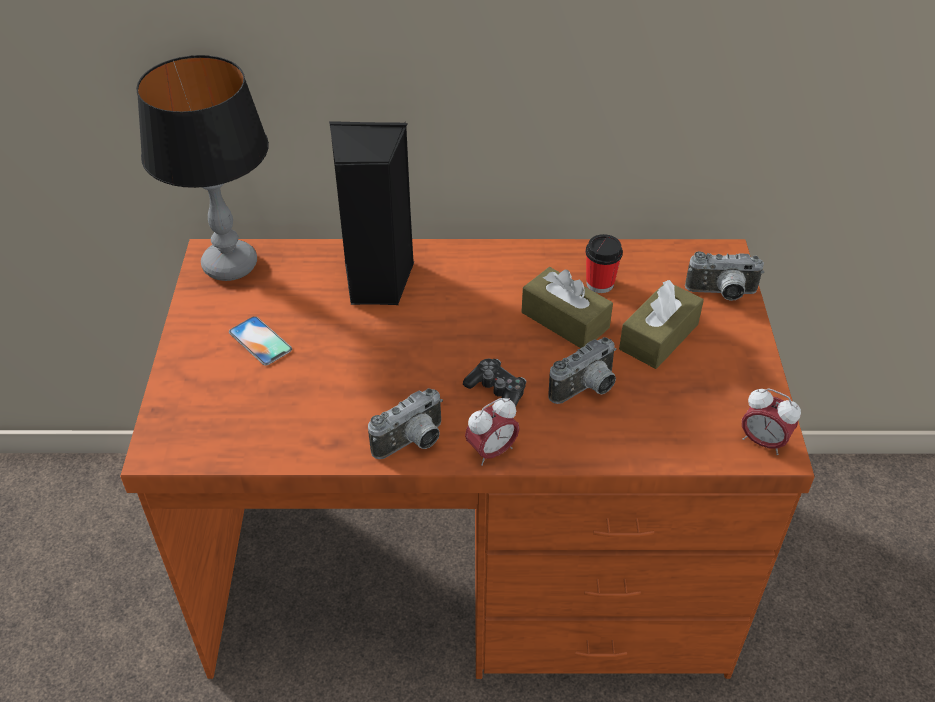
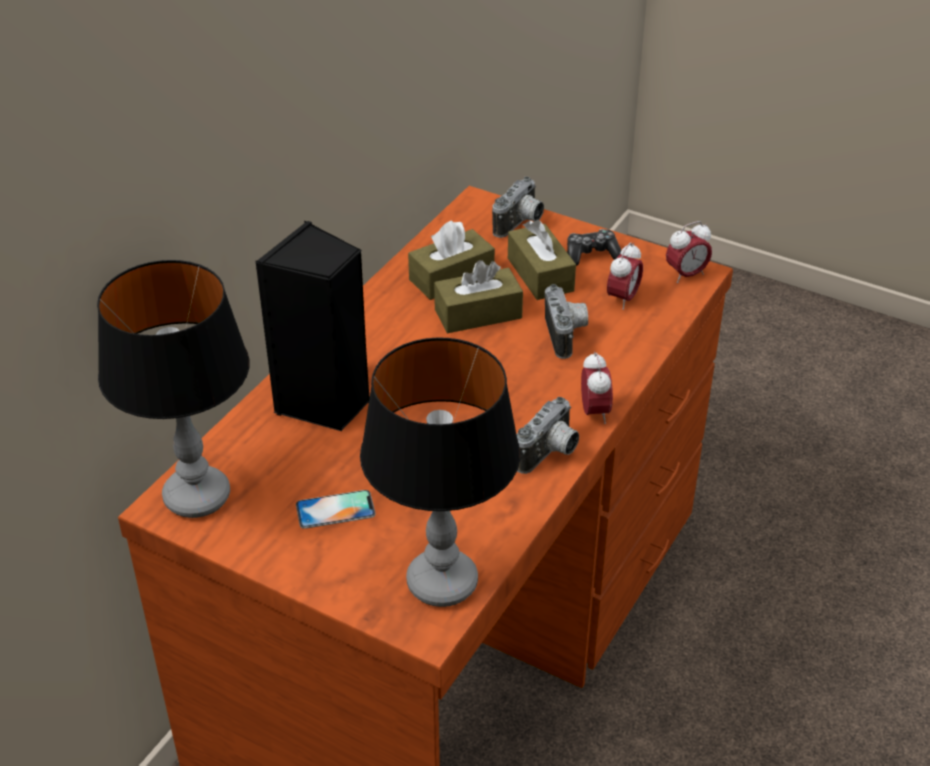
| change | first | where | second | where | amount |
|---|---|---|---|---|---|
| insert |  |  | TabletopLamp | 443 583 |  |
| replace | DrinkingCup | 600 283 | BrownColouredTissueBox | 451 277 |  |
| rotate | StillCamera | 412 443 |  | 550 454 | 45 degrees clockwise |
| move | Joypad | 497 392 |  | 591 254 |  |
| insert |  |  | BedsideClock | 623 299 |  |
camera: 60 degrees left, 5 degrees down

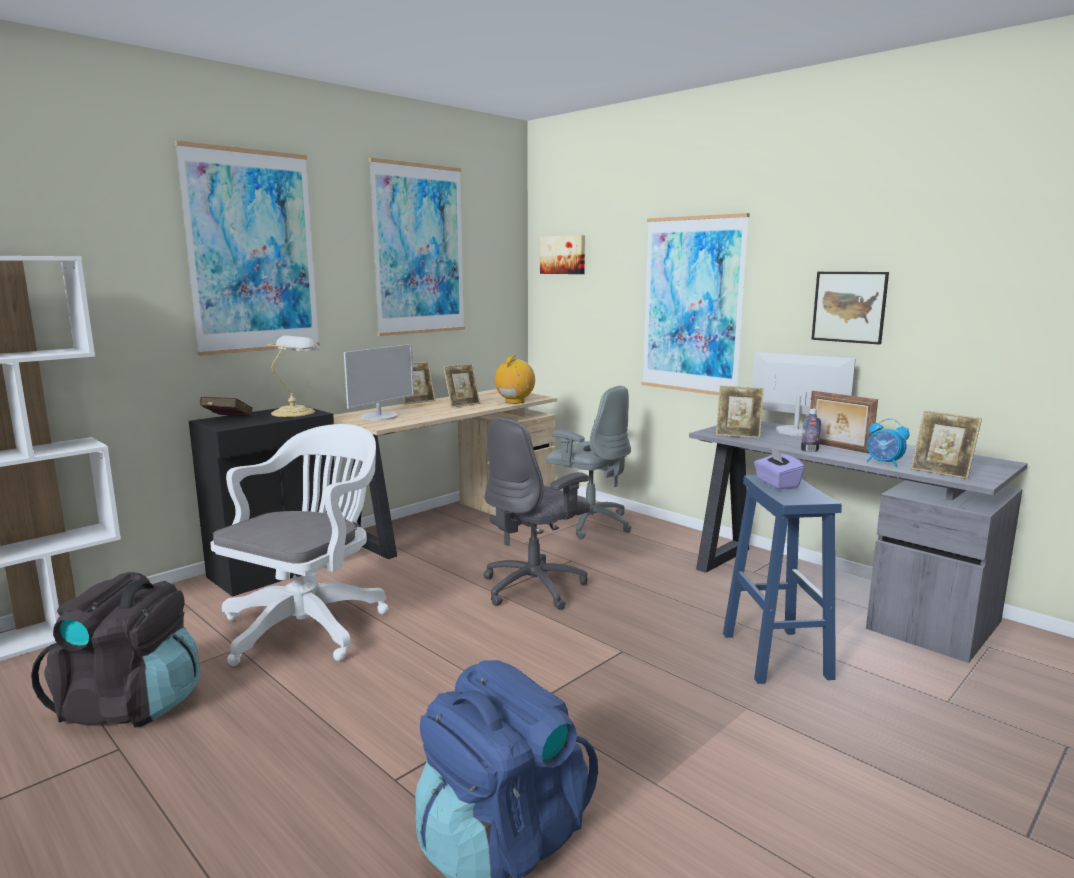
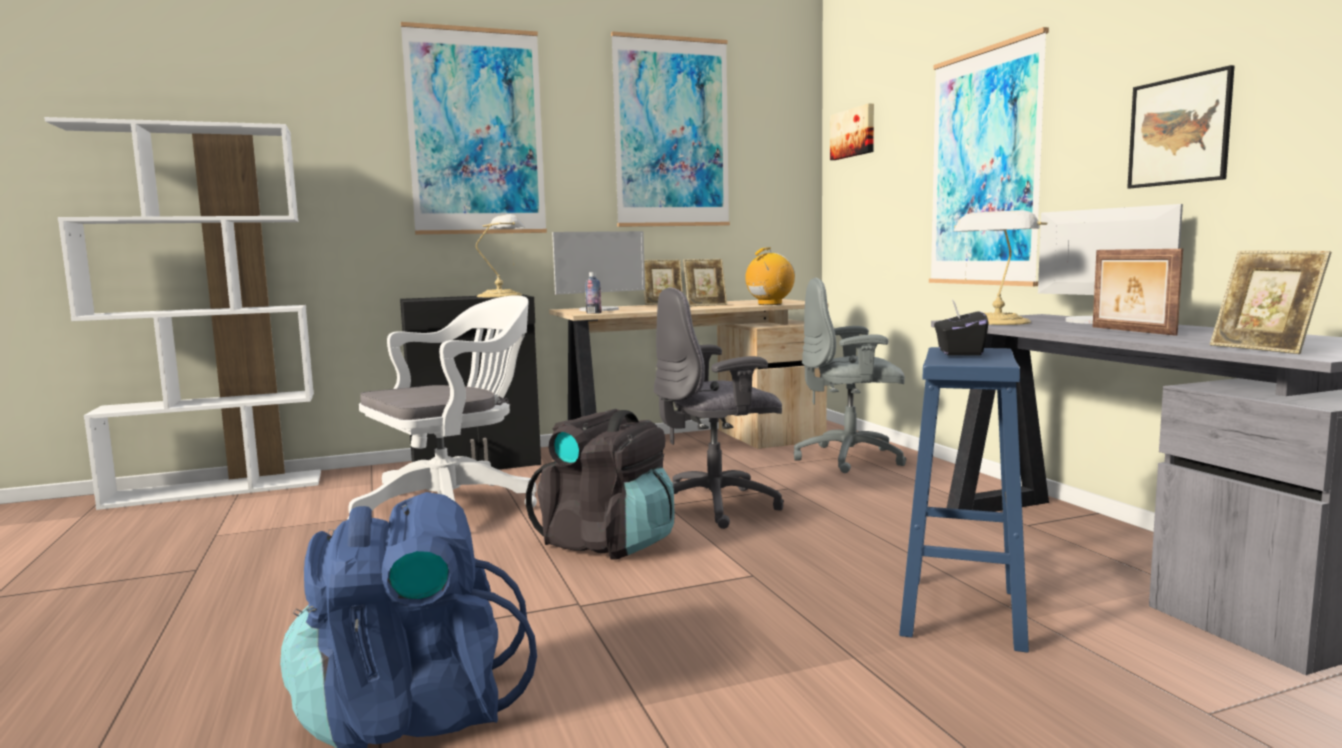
| change | first | where | second | where | amount |
|---|---|---|---|---|---|
| move | BlackishBackpack | 131 705 |  | 608 543 |  |
| move | BeverageBottle | 809 450 |  | 593 313 |  |
| rotate | GrayDeskChair | 589 523 |  | 851 459 | 120 degrees clockwise |
| recolor | PurplishTissueBox | 776 484 | BlackishTissueBox | 958 353 |  |
| replace | StandingFrame | 738 435 | TabletopLamp | 997 322 |  |
| delete | ReddishVolume | 226 421 |  |  |  |
| delete | BedsideClock | 884 463 |  |  |  |
camera: 25 degrees right, 5 degrees down

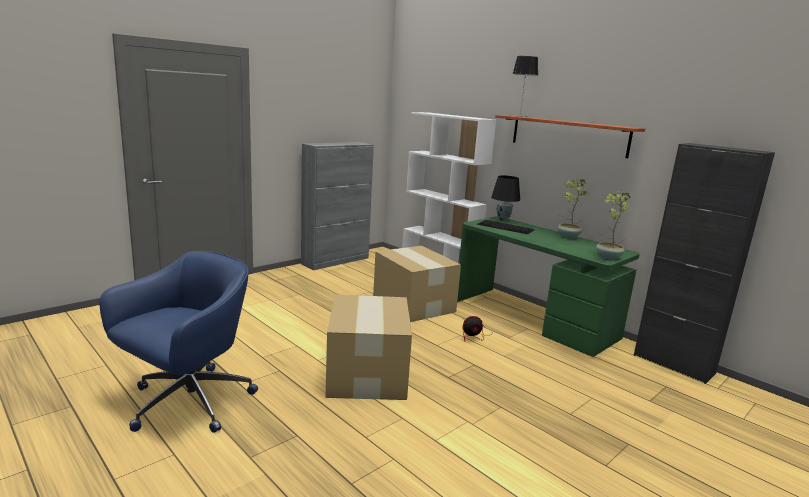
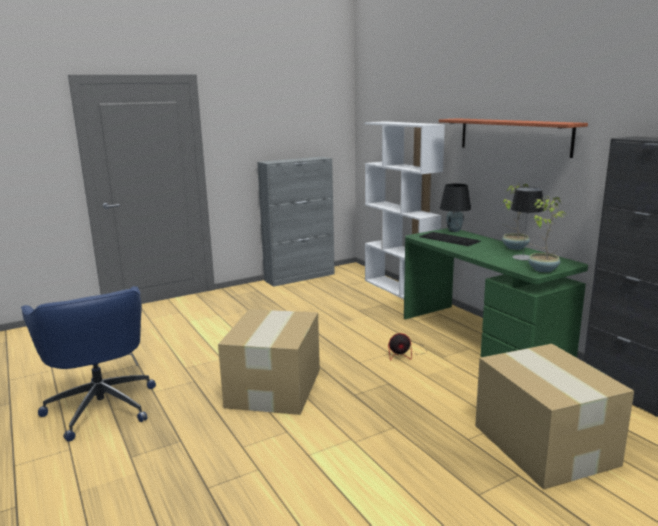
| change | first | where | second | where | amount |
|---|---|---|---|---|---|
| rotate | BlueDeskChair | 188 403 |  | 101 406 | 105 degrees clockwise |
| move | PackingBox | 413 304 |  | 543 443 |  |
| move | TabletopLamp | 520 116 |  | 523 257 |  |
camera: 15 degrees right, 0 degrees up

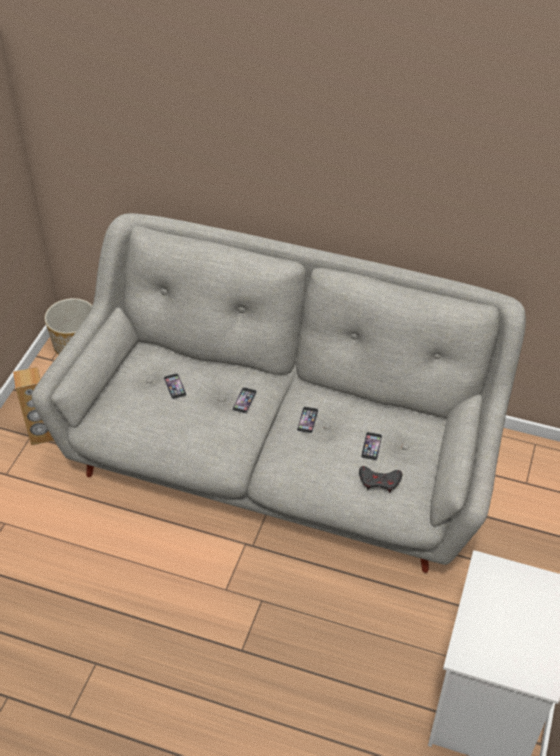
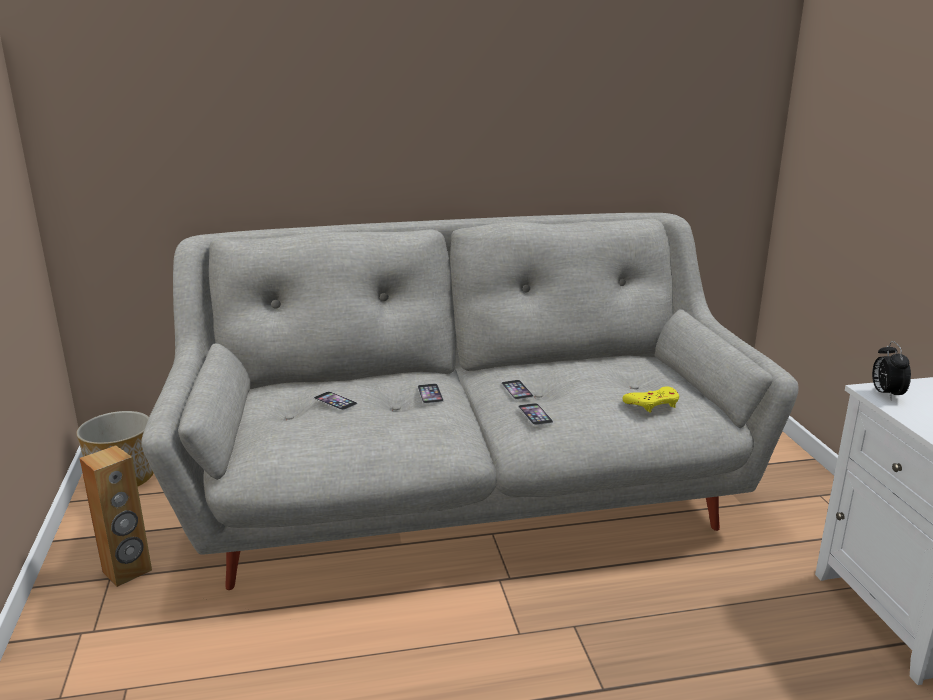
| change | first | where | second | where | amount |
|---|---|---|---|---|---|
| move | Telephone | 371 446 |  | 535 414 |  |
| recolor | GrayJoypad | 379 481 | YellowColouredJoypad | 653 403 |  |
| insert |  |  | BedsideClock | 886 394 |  |
camera: 30 degrees left, 25 degrees down

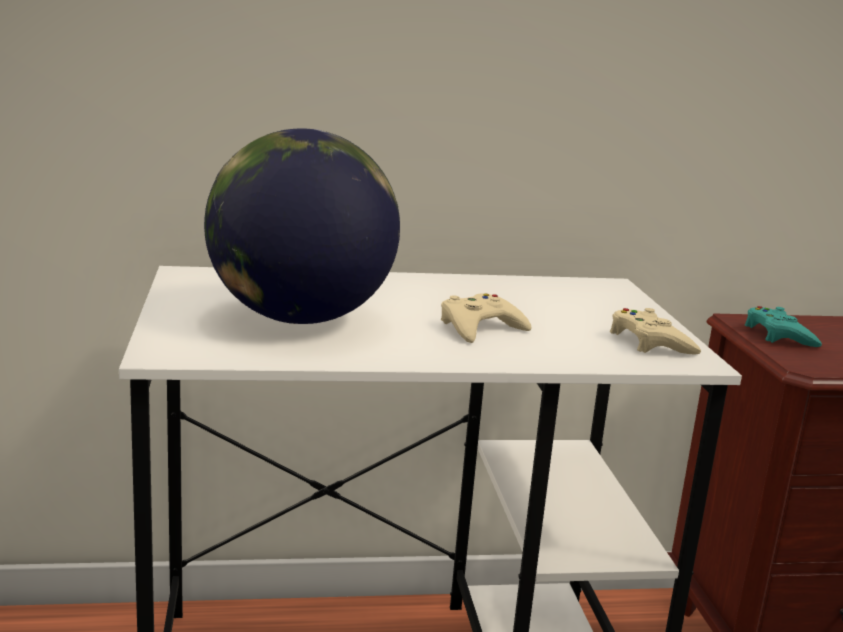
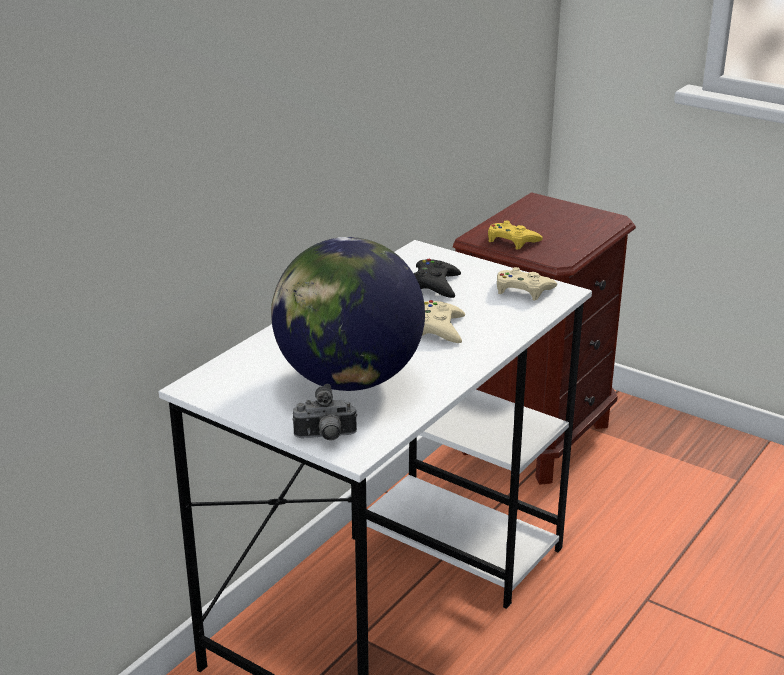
| change | first | where | second | where | amount |
|---|---|---|---|---|---|
| insert |  |  | StillCamera | 325 437 |  |
| insert |  |  | BlackishJoypad | 436 284 |  |
| recolor | TurquoiseJoypad | 778 335 | YellowColouredJoypad | 512 241 |  |
camera: 45 degrees left, 10 degrees up

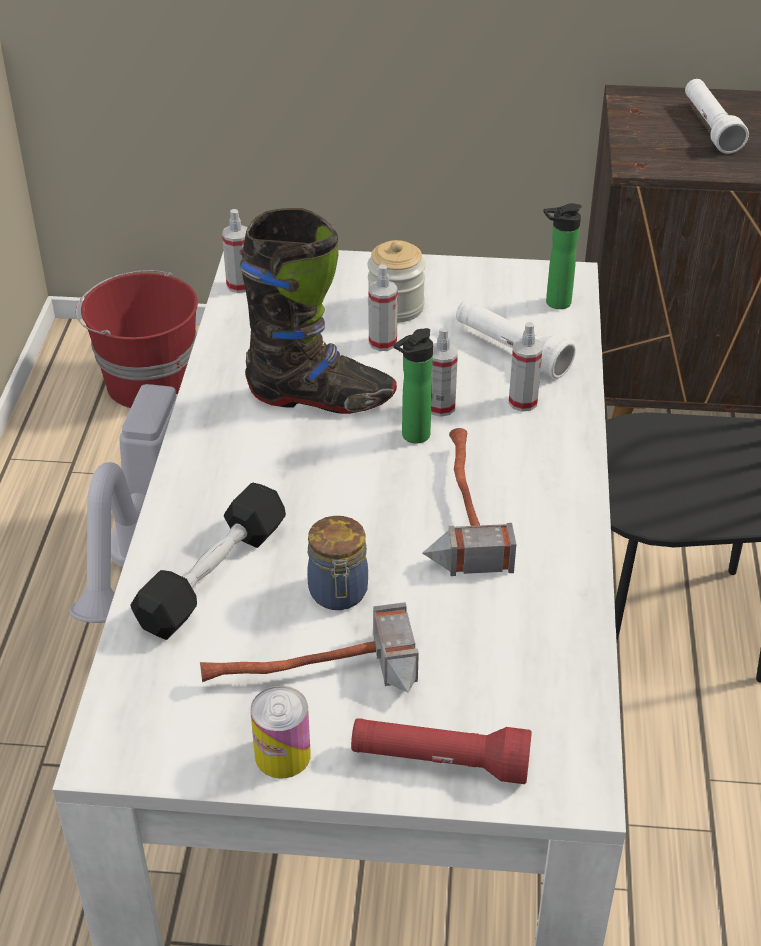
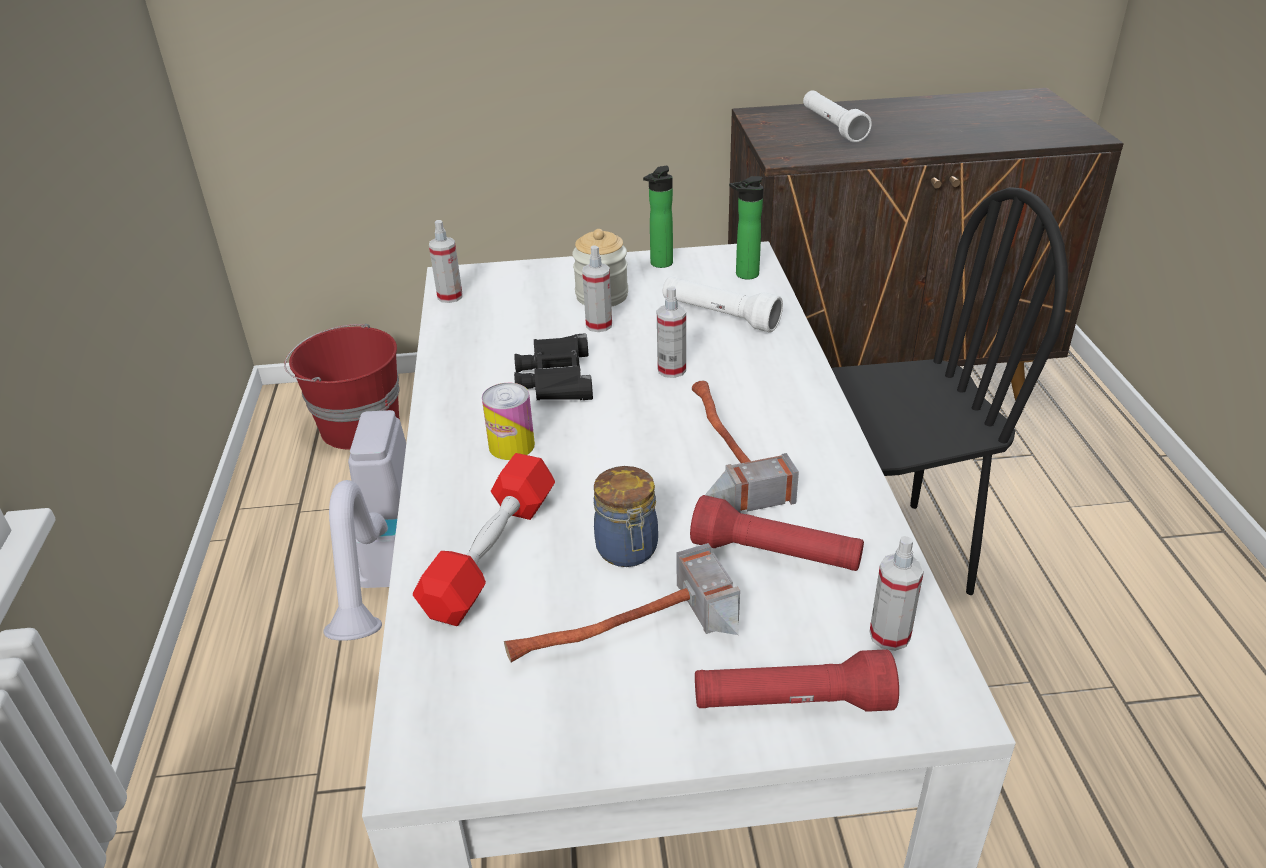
| change | first | where | second | where | amount |
|---|---|---|---|---|---|
| recolor | BlackishHandWeight | 213 576 | ReddishHandWeight | 491 554 |  |
| move | MetalCan | 282 755 |  | 511 446 |  |
| replace | BlackishTallBoot | 321 398 | BlackishPairOfBinoculars | 555 378 |  |
| move | BeverageBottle | 412 437 |  | 659 264 |  |
| insert |  |  | ReddishTorch | 775 555 |  |
| move | Sprayer | 523 402 |  | 889 635 |  |
camera: 10 degrees left, 5 degrees down

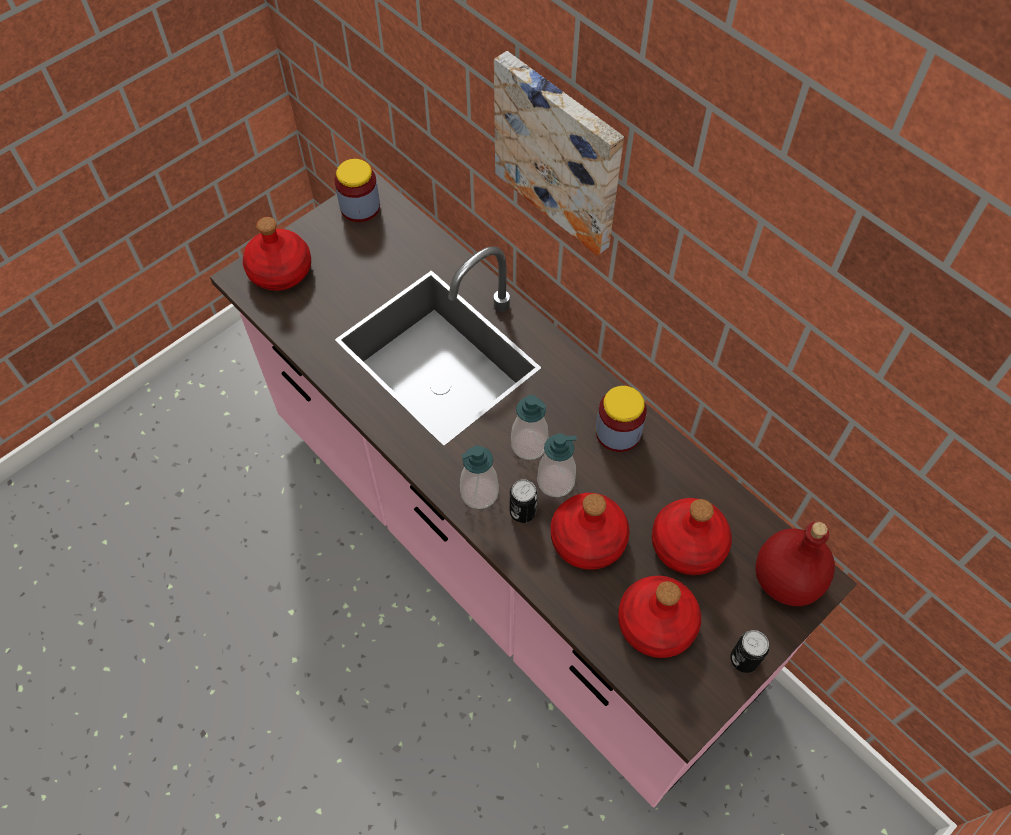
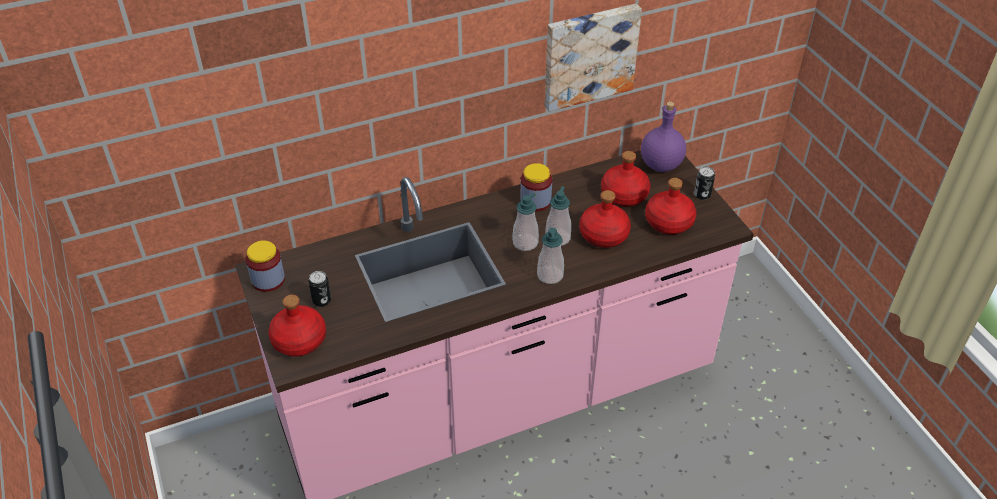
| change | first | where | second | where | amount |
|---|---|---|---|---|---|
| move | MetalCan | 523 511 |  | 322 300 |  |
| move | WallArt | 560 151 |  | 589 55 |  |
| recolor | ReddishBeverageBottle | 785 580 | PurplishBeverageBottle | 661 165 |  |
camera: 70 degrees left, 15 degrees down

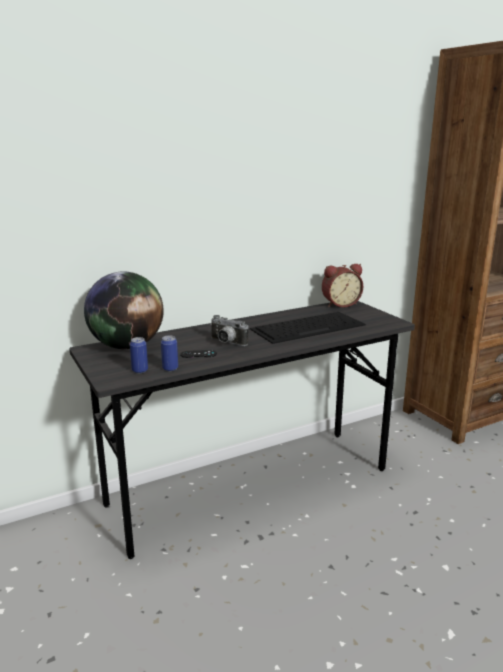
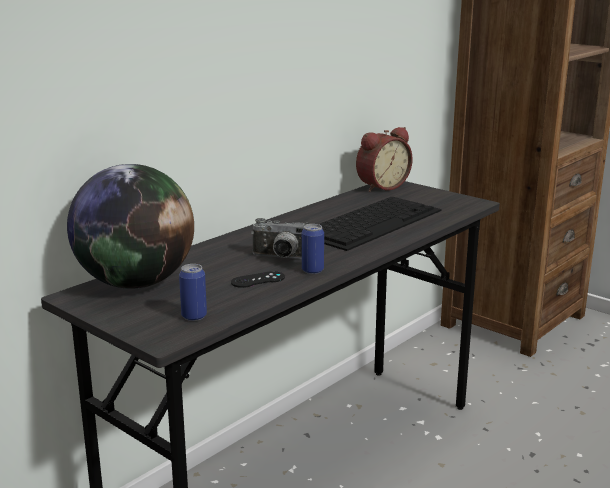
| change | first | where | second | where | amount |
|---|---|---|---|---|---|
| move | MetalCan | 170 368 |  | 312 270 |  |
camera: 20 degrees left, 0 degrees up

